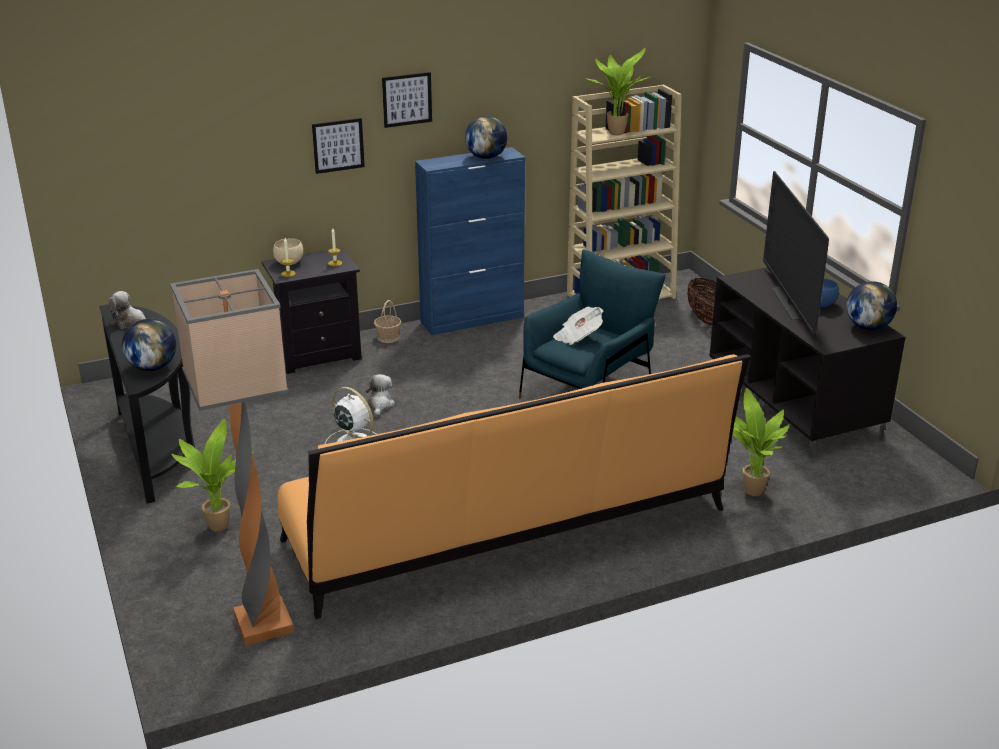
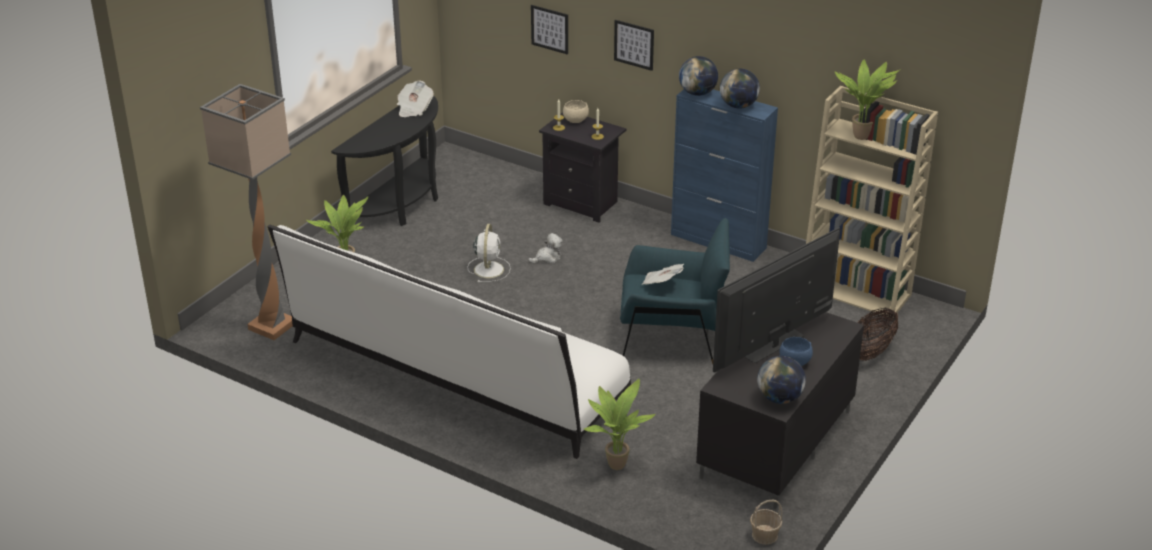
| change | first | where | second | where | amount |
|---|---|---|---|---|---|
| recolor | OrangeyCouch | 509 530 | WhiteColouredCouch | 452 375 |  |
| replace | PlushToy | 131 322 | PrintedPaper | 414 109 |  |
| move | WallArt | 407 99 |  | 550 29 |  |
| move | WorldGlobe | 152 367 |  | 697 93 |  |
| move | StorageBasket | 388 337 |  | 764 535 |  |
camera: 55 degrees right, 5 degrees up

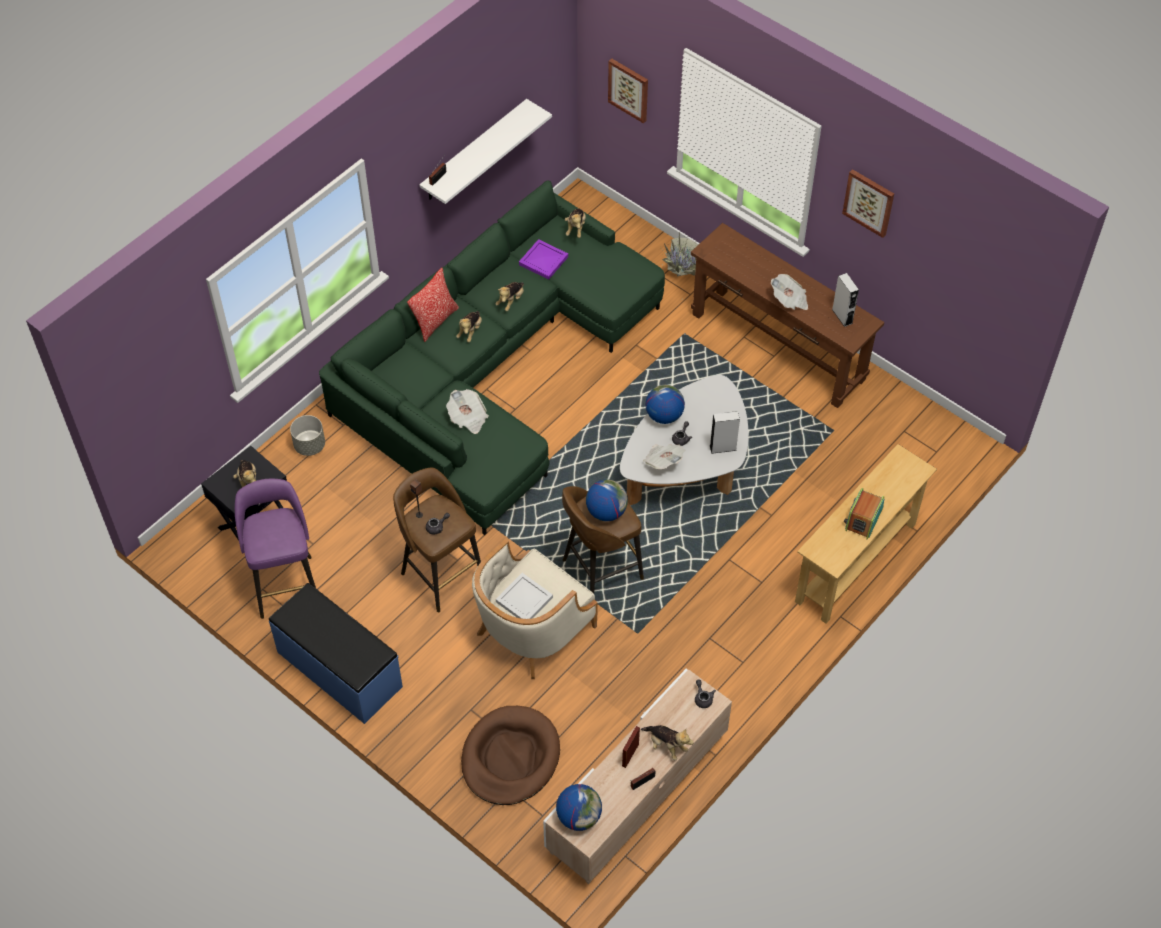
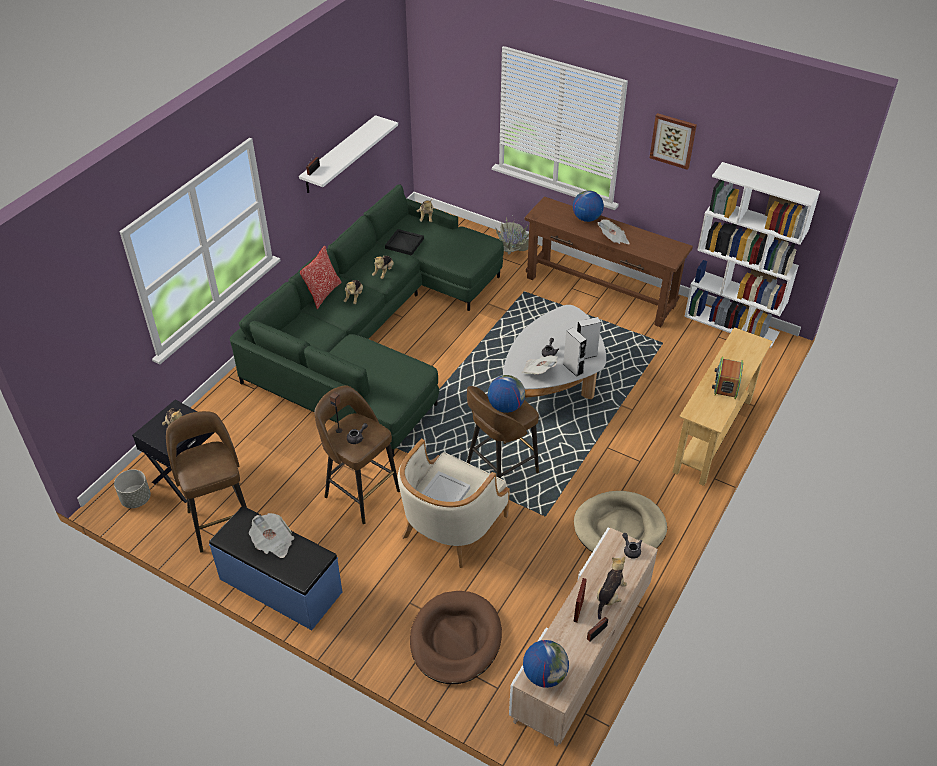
| change | first | where | second | where | amount |
|---|---|---|---|---|---|
| move | GrayPlanter | 309 445 |  | 136 499 |  |
| recolor | PurplishStoolSeat | 286 584 | BrownColouredStoolSeat | 220 520 |  |
| move | PrintedPaper | 468 418 |  | 273 542 |  |
| recolor | PurplishTray | 544 260 | BlackishTray | 405 243 |  |
| move | GrayAudioSpeaker | 842 316 |  | 573 368 |  |
| move | WorldGlobe | 664 415 |  | 586 218 |  |
| insert |  |  | BeigeColouredDogBed | 619 528 |  |
| rotate | PlushToy | 666 745 |  | 609 596 | 90 degrees counterclockwise |
| insert |  |  | WhiteColouredBookshelf | 732 324 |  |
| delete | WallArt | 629 89 |  |  |  |
camera: 10 degrees left, 10 degrees down

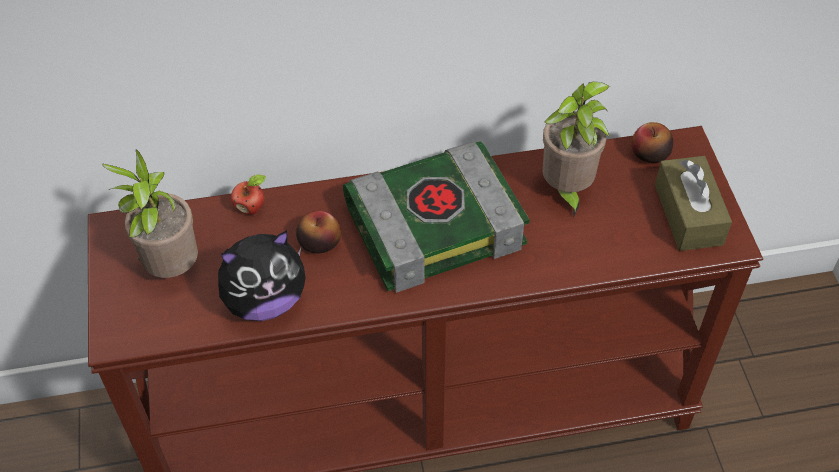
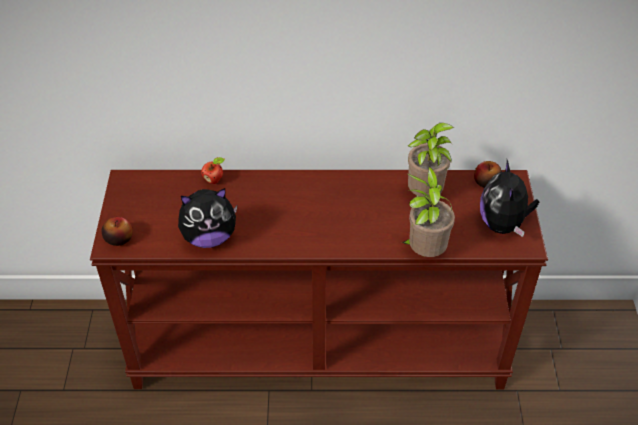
| change | first | where | second | where | amount |
|---|---|---|---|---|---|
| move | Apple | 319 242 |  | 119 238 |  |
| move | PlantInAPot | 170 268 |  | 424 252 |  |
| replace | BrownColouredTissueBox | 688 214 | PlushToy | 503 224 |  |
| delete | Volume | 436 223 |  |  |  |
camera: 10 degrees right, 5 degrees down

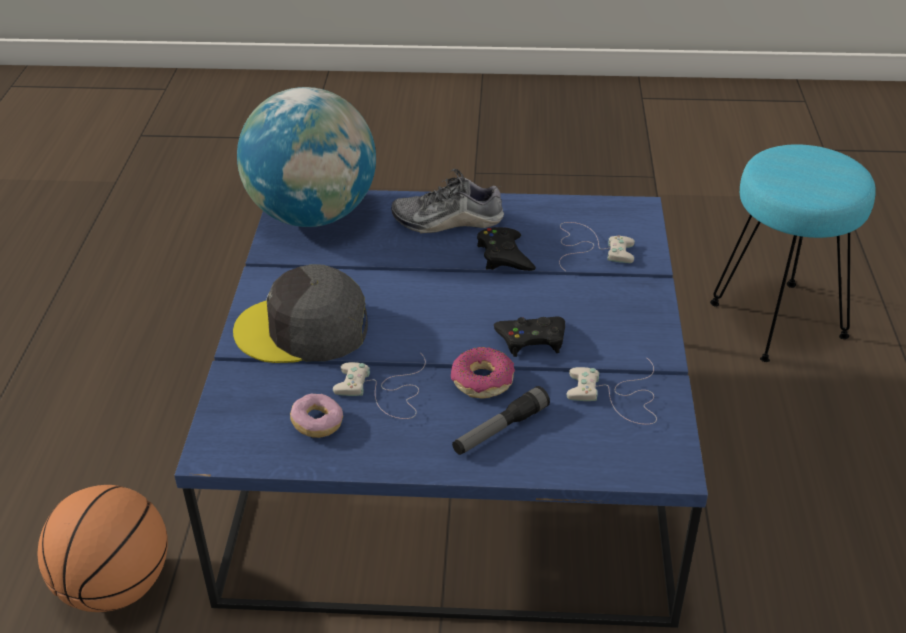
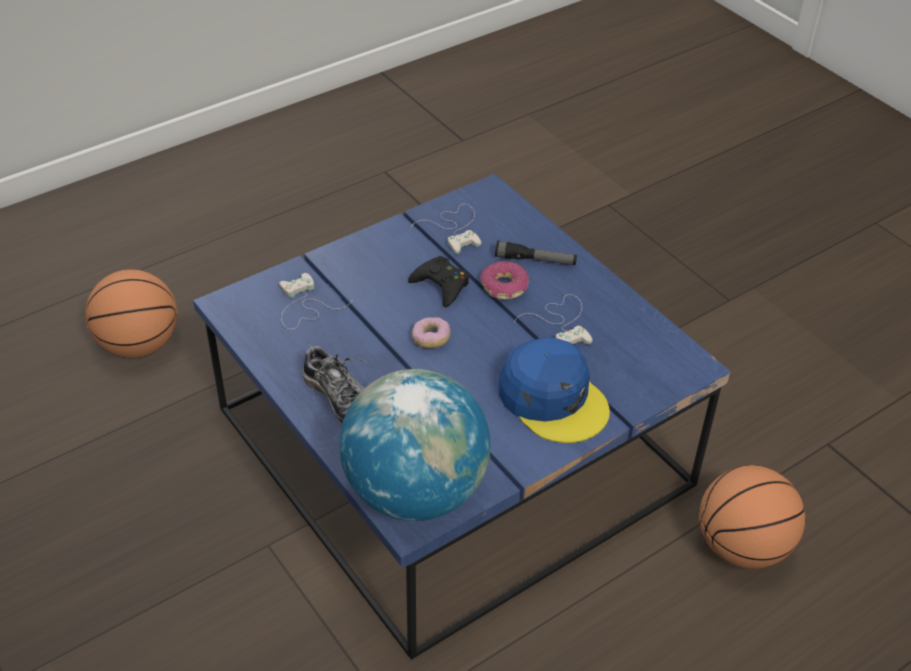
| change | first | where | second | where | amount |
|---|---|---|---|---|---|
| replace | TurquoiseStoolSeat | 776 321 | Basketball | 139 345 |  |
| move | Donut | 317 424 |  | 431 339 |  |
| recolor | GrayBaseballCap | 303 329 | BlueBaseballCap | 553 399 |  |
| delete | BlackishJoypad | 504 256 |  |  |  |
camera: 130 degrees left, 5 degrees up

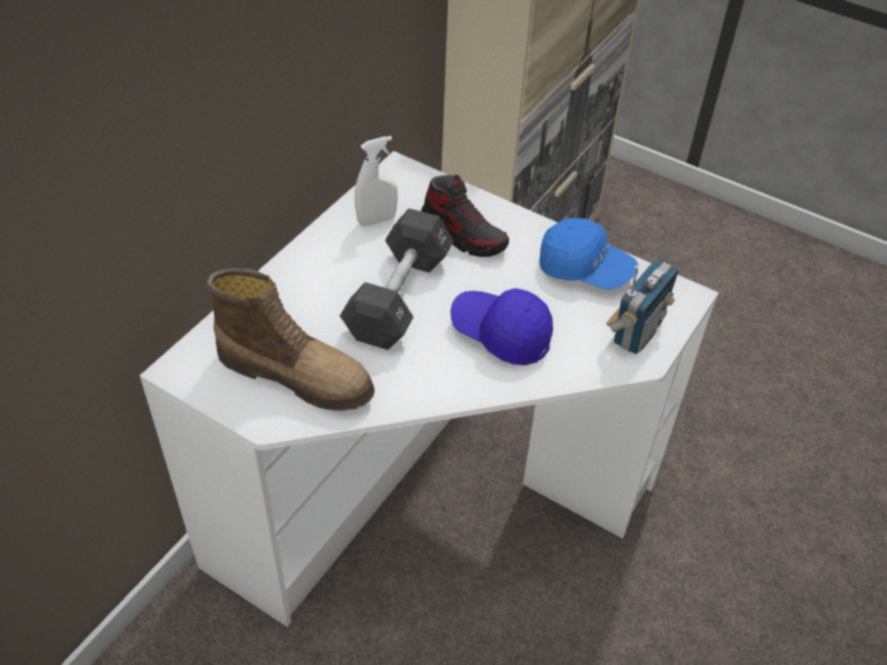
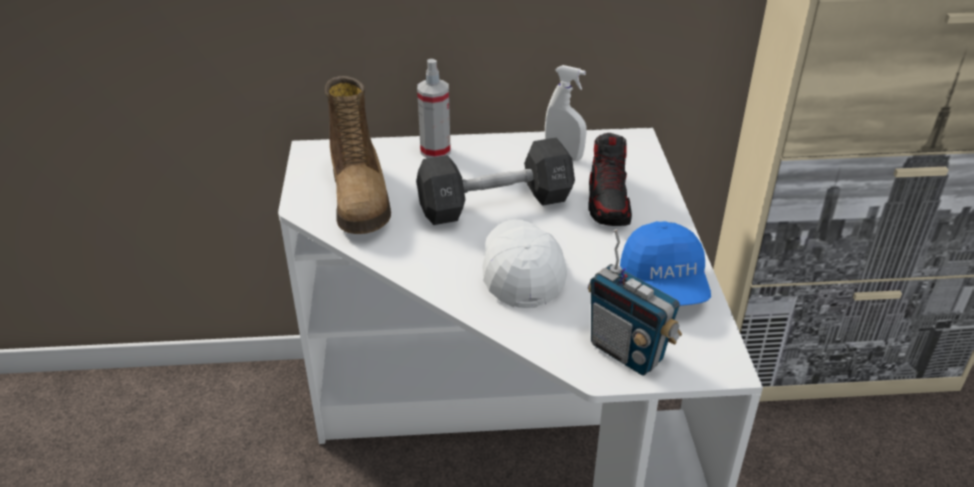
| change | first | where | second | where | amount |
|---|---|---|---|---|---|
| insert |  |  | Sprayer | 435 151 |  |
| recolor | BlueBaseballCap | 501 334 | WhiteColouredBaseballCap | 521 273 |  |
| rotate | RadioReceiver | 636 333 |  | 627 352 | 45 degrees clockwise |
camera: 55 degrees right, 10 degrees down

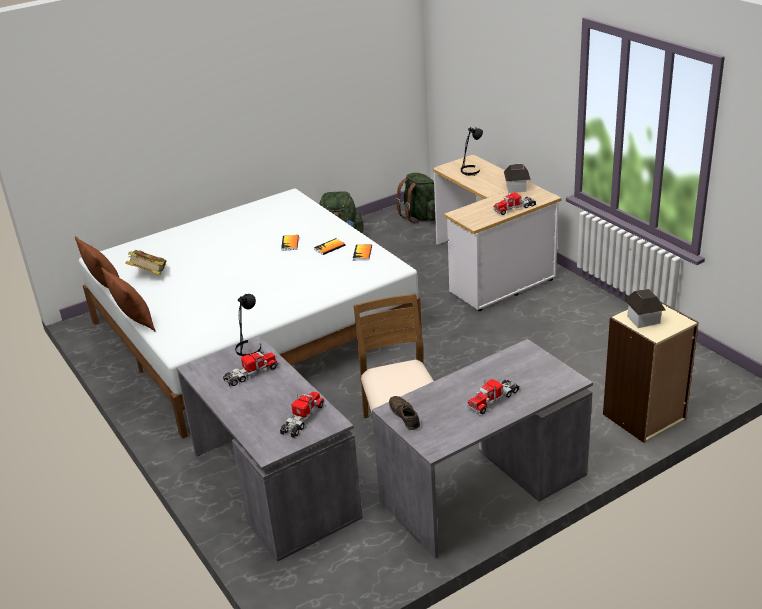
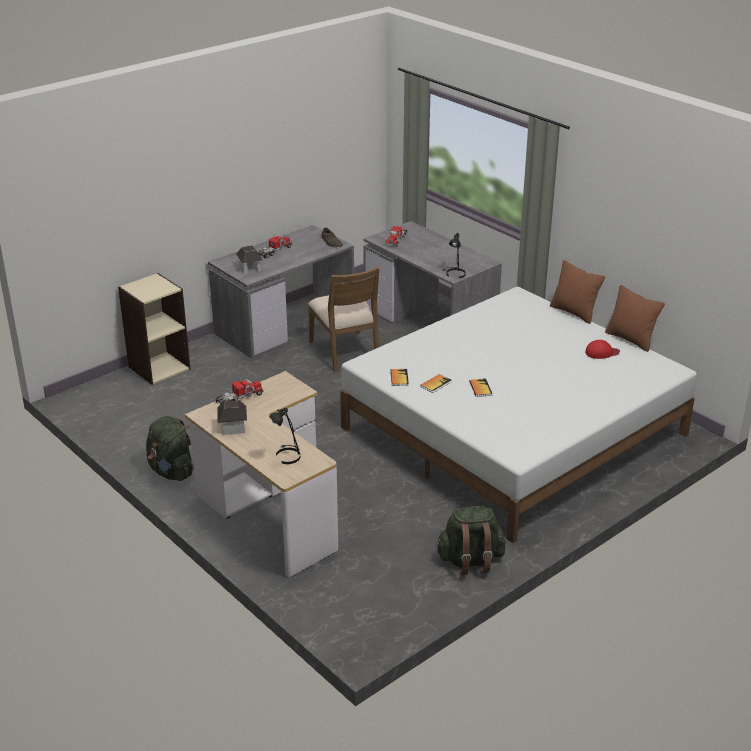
| change | first | where | second | where | amount |
|---|---|---|---|---|---|
| move | GreenColouredBackpack | 421 217 |  | 172 471 |  |
| move | ModelHouse | 643 319 |  | 250 268 |  |
| replace | Volume | 149 275 | ReddishBaseballCap | 601 353 |  |
| delete | ModelTruck | 251 374 |  |  |  |
camera: 170 degrees right, 0 degrees up

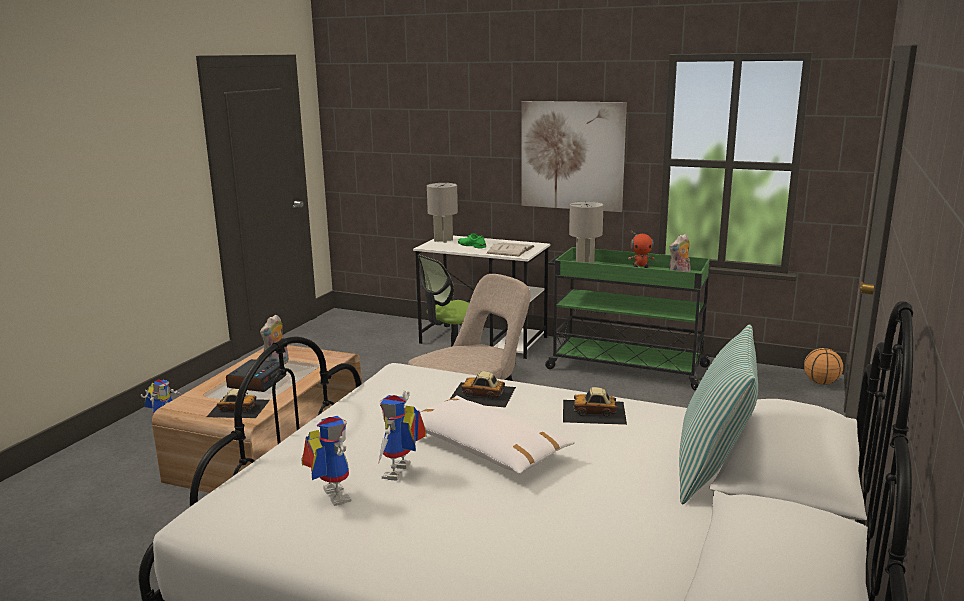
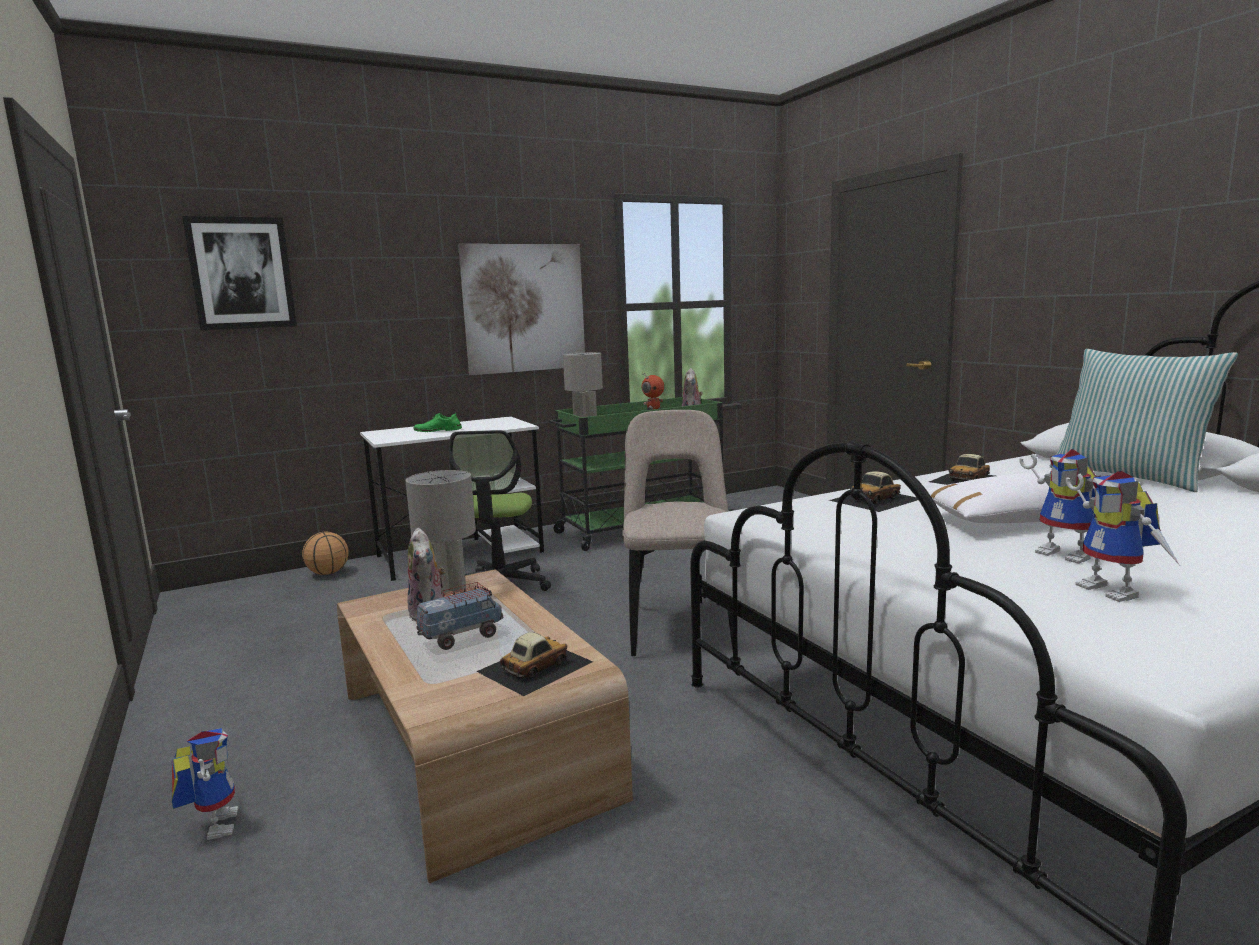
| change | first | where | second | where | amount |
|---|---|---|---|---|---|
| insert |  |  | WallArt | 241 273 |  |
| move | Basketball | 821 382 |  | 328 573 |  |
| move | GrayTabletopLamp | 443 240 |  | 449 589 |  |
| replace | BedsideClock | 257 381 | ModelTruck | 461 637 |  |
| rotate | ModelRobot | 329 496 |  | 1116 591 | 120 degrees counterclockwise |
| delete | WhiteColouredVolume | 510 250 |  |  |  |
camera: 50 degrees left, 5 degrees down

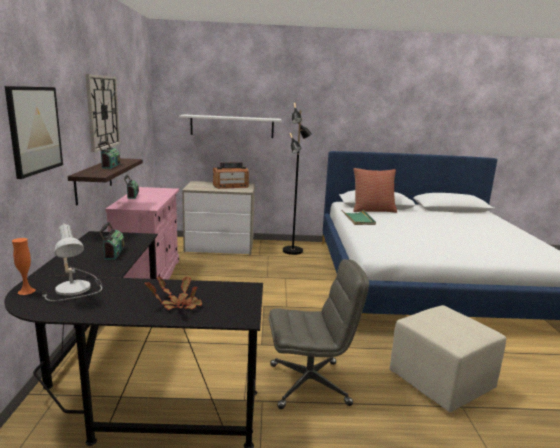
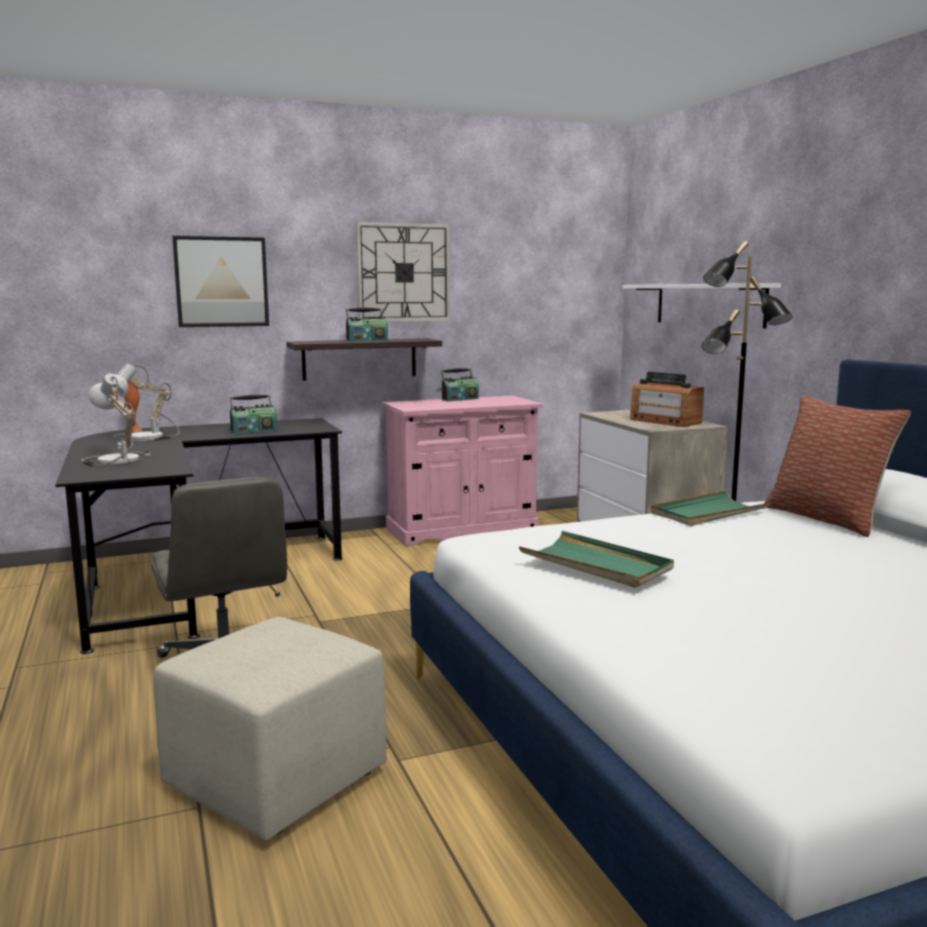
| change | first | where | second | where | amount |
|---|---|---|---|---|---|
| replace | PlantInAPot | 179 305 | TabletopLamp | 113 460 |  |
| insert |  |  | GreenColouredTray | 596 564 |  |
camera: 70 degrees right, 5 degrees down

